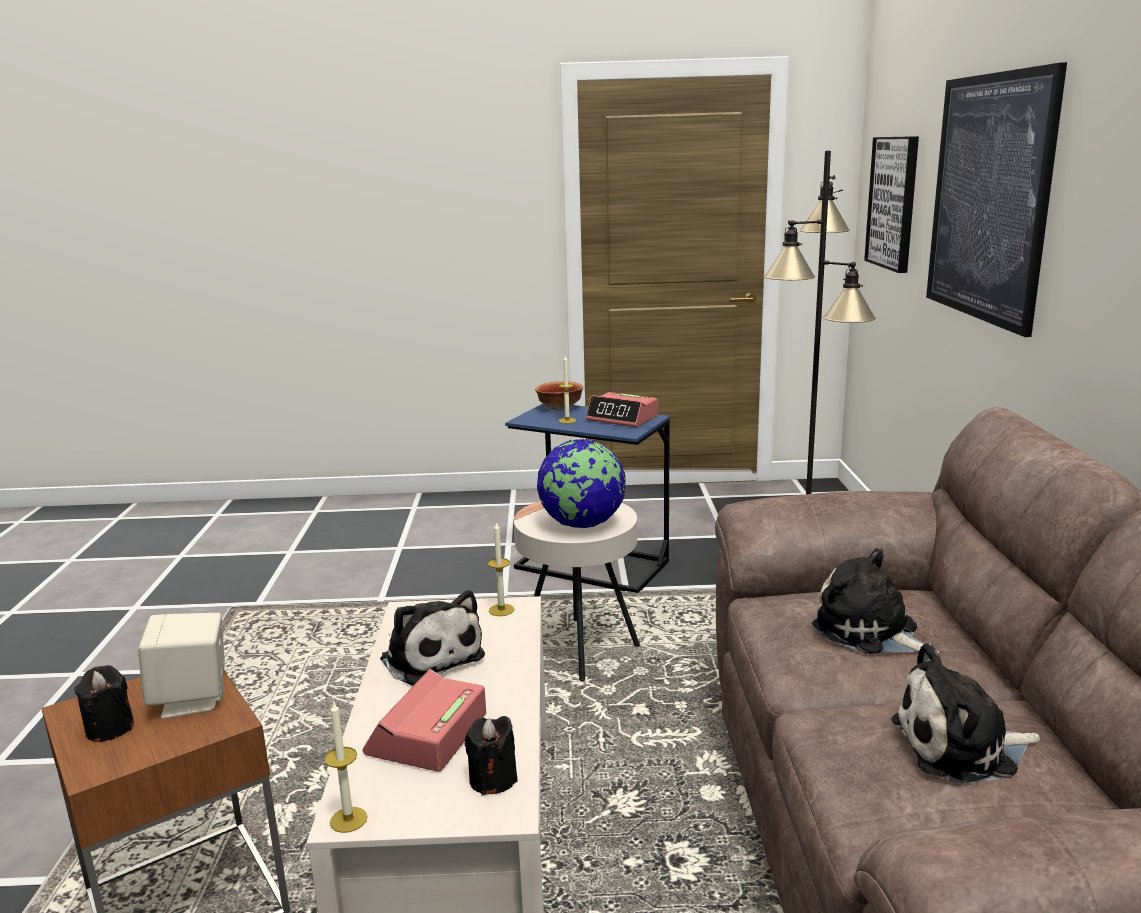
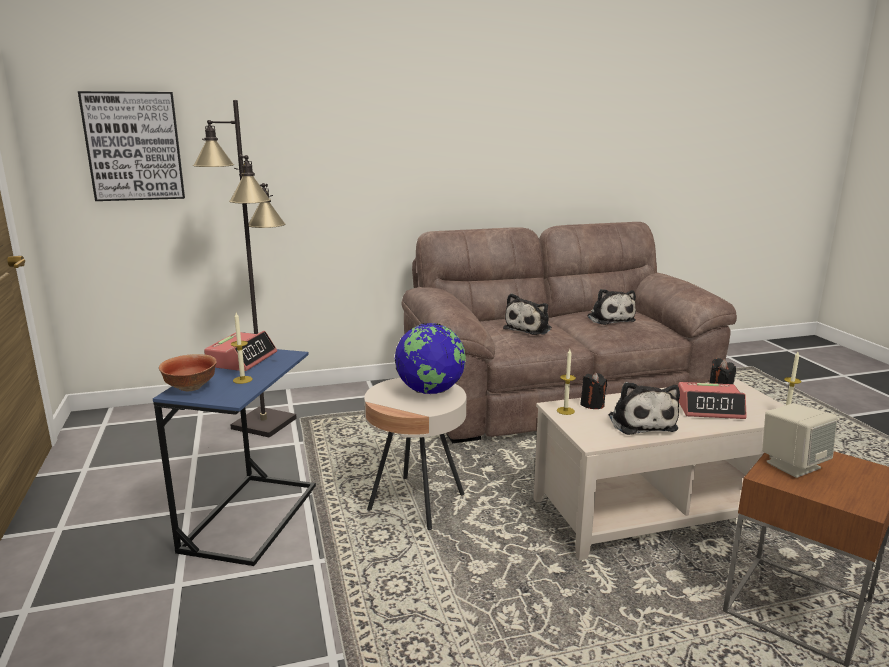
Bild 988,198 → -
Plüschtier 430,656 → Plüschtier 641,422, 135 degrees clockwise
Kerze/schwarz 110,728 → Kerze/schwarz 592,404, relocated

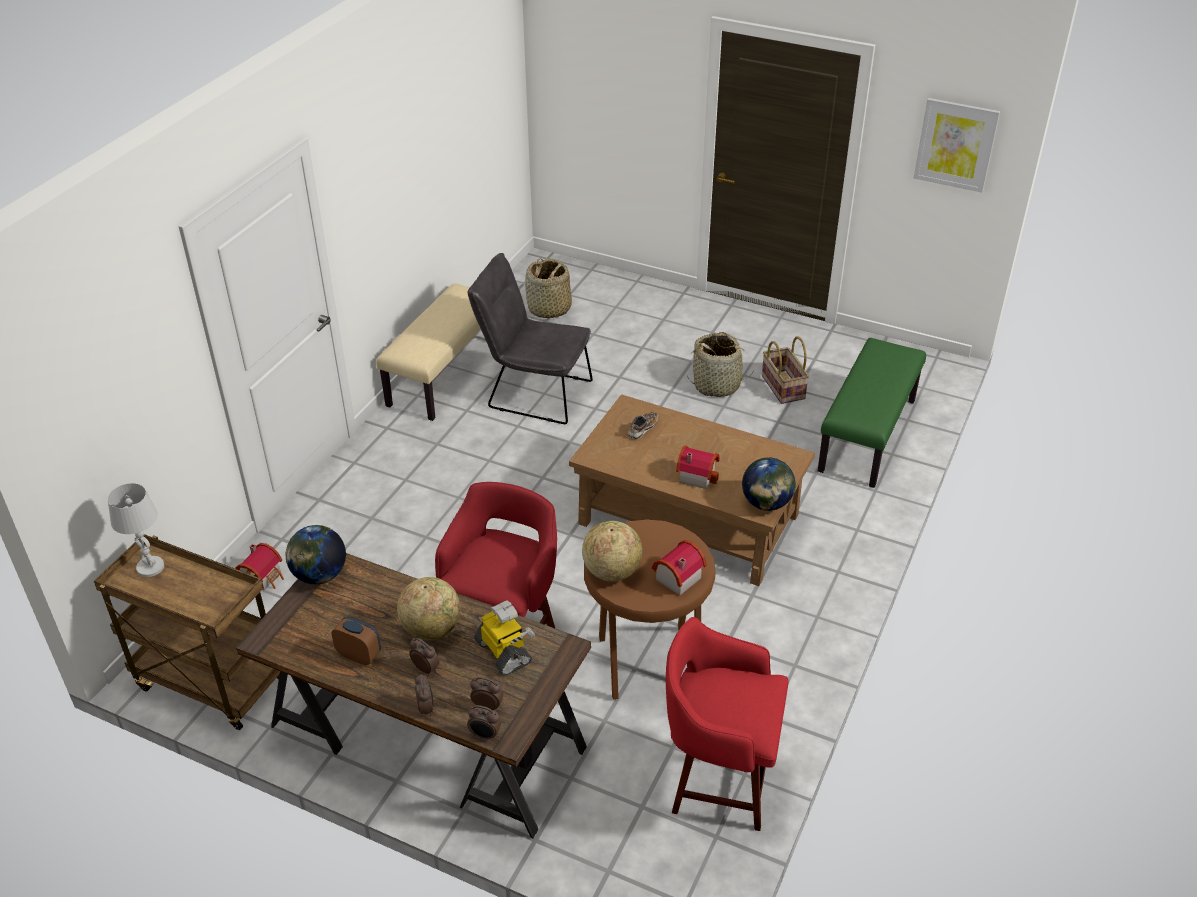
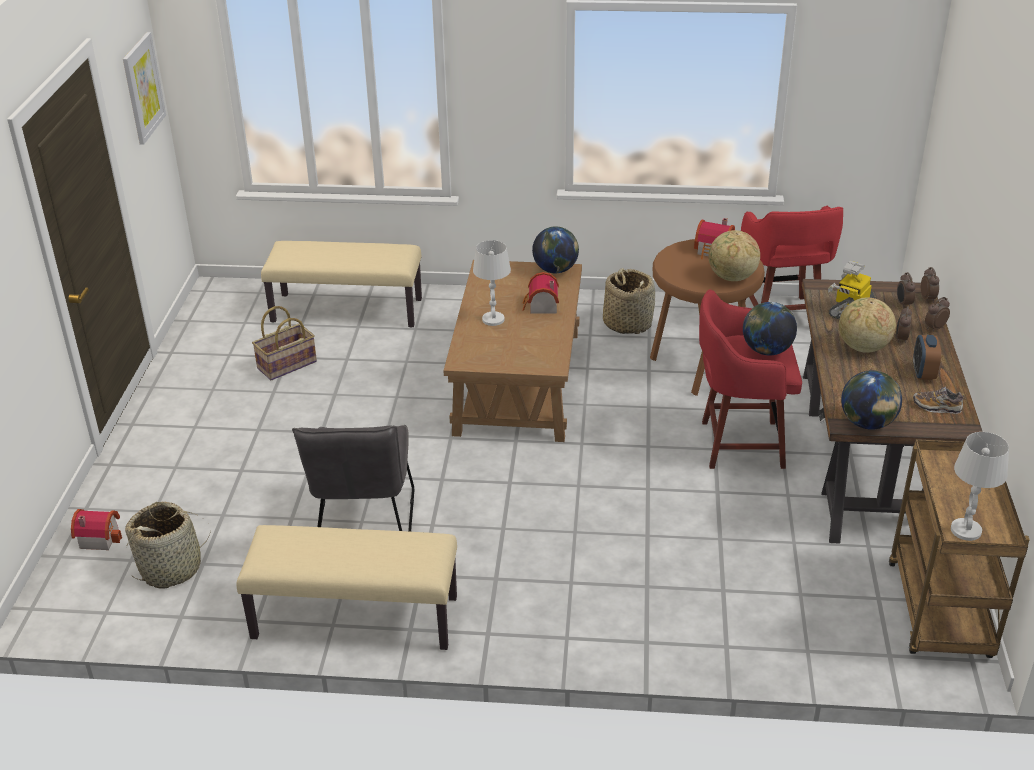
Korb 717,385 → Korb 627,323, relocated
Bank/grün 868,436 → Bank/beige 347,310
Schuh 642,429 → Schuh 937,407, relocated
Spielzeughaus 264,577 → Spielzeughaus 99,537, relocated
- → Tischlampe/weiß 493,319
- → Globus 766,351

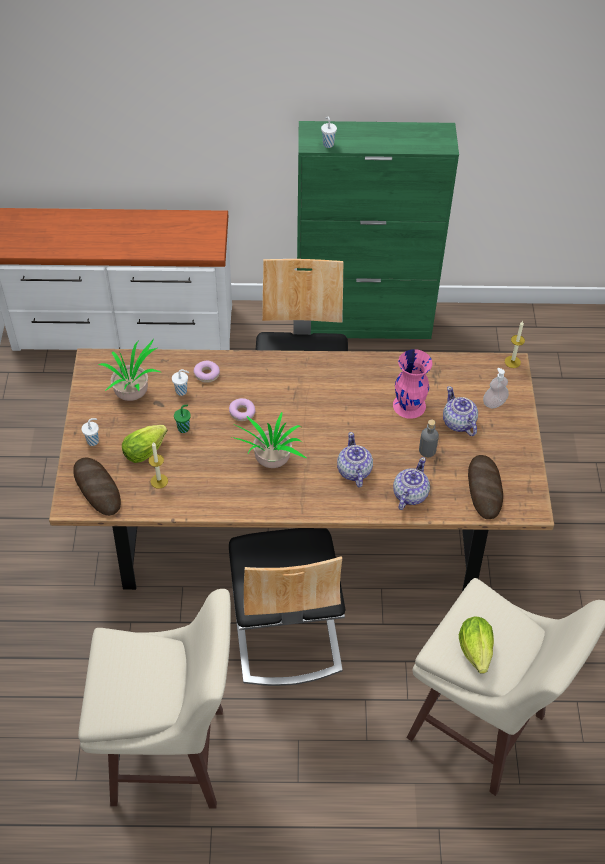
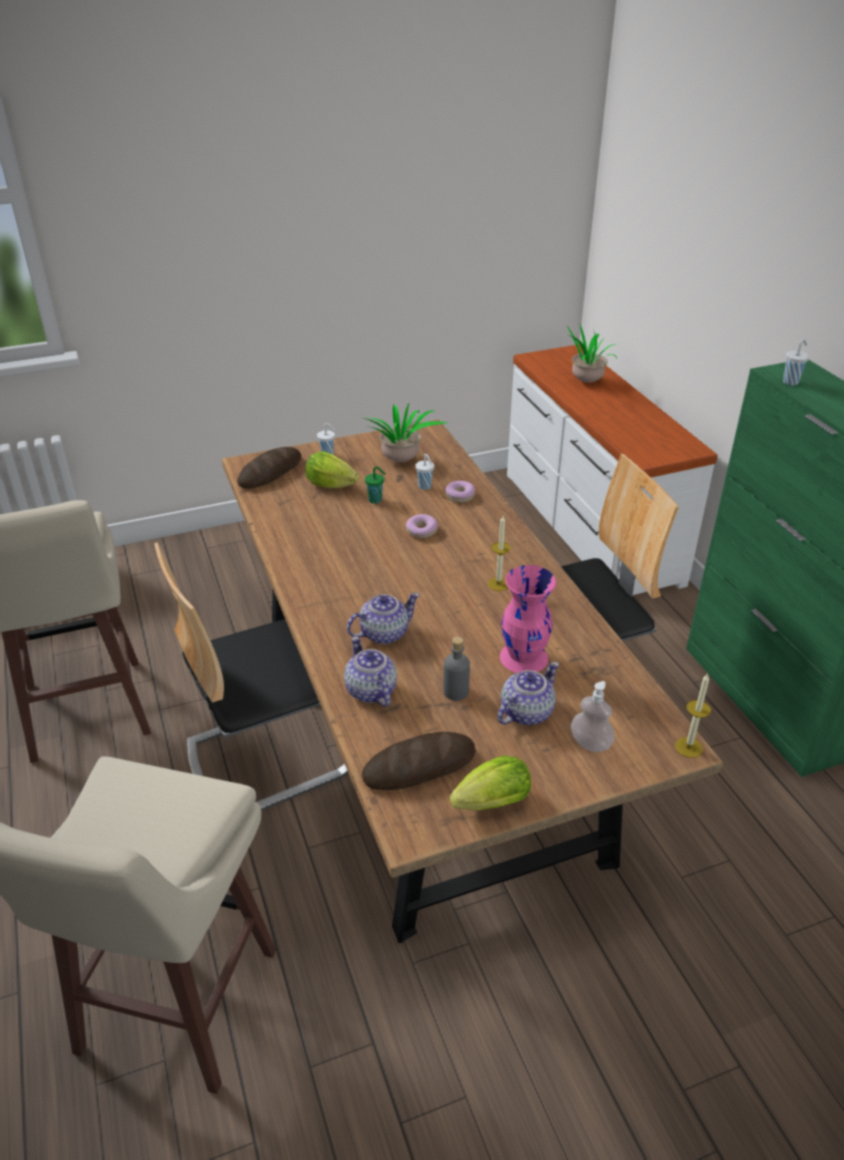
Topfpflanze 271,463 → Topfpflanze 584,381, relocated
Kerze 159,481 → Kerze 498,584, relocated
Teekanne 409,494 → Teekanne 370,691, 120 degrees counterclockwise
Salatkopf 476,653 → Salatkopf 488,804, relocated

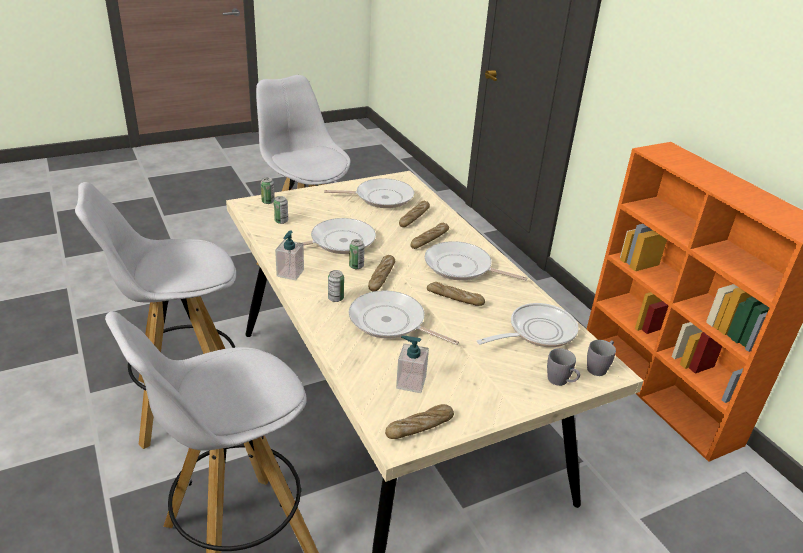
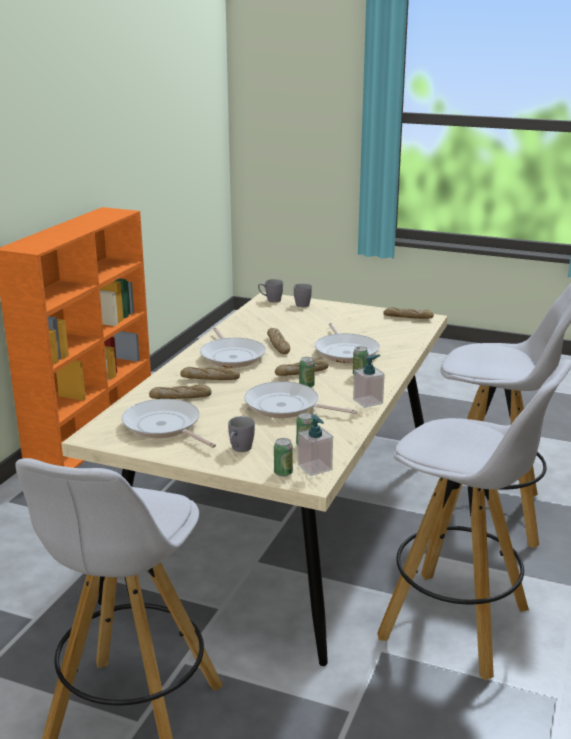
Pfanne 537,332 → -
Seifenspender 411,382 → Seifenspender 315,467, relocated
- → Henkelbecher/grau 239,449

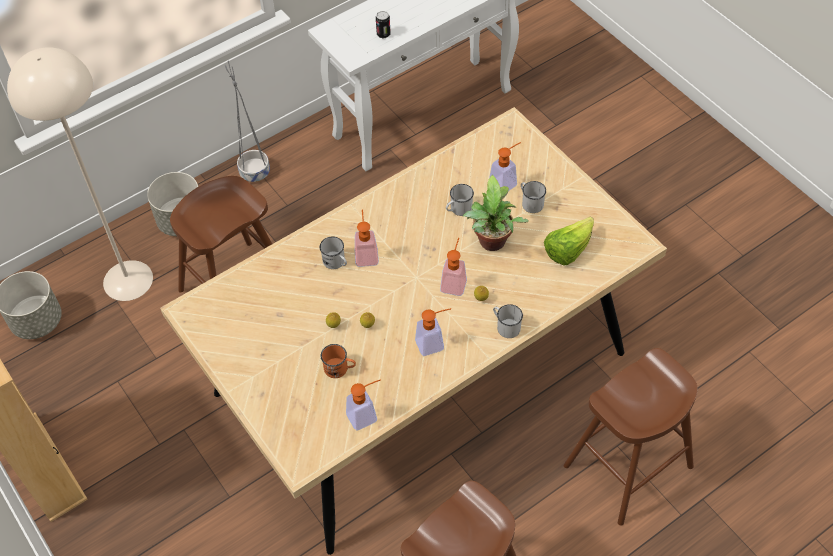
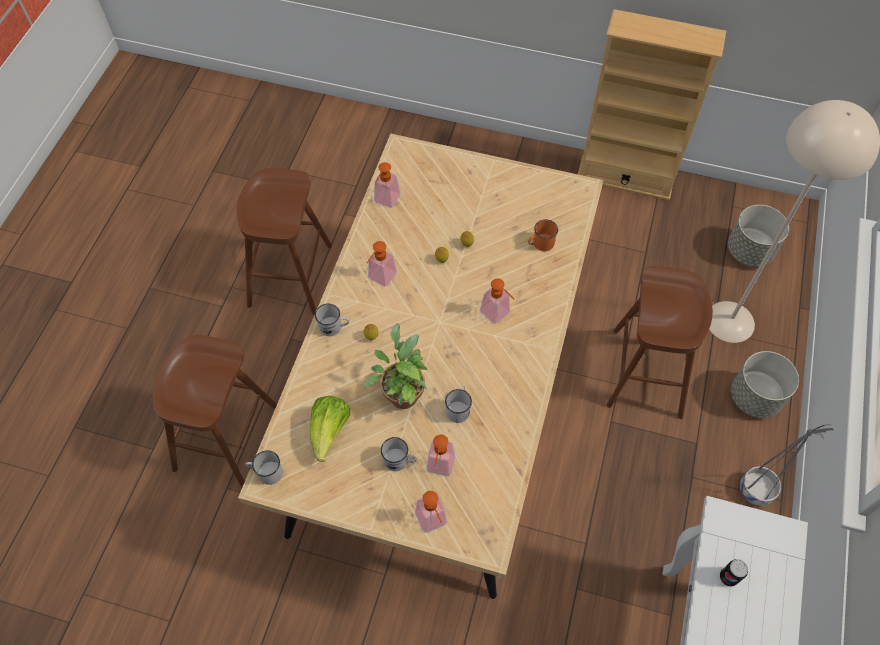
Henkelbecher/weiß 336,263 → Henkelbecher/weiß 266,472, relocated
Seifenspender 454,282 → Seifenspender 433,523, relocated
Henkelbecher/orange 339,369 → Henkelbecher/orange 540,244, relocated

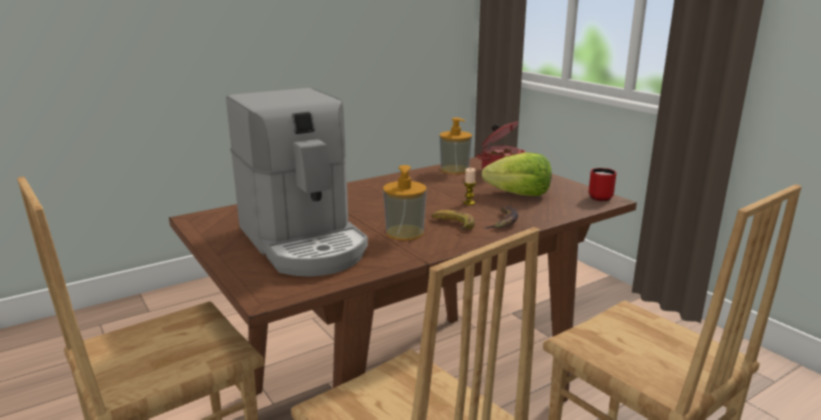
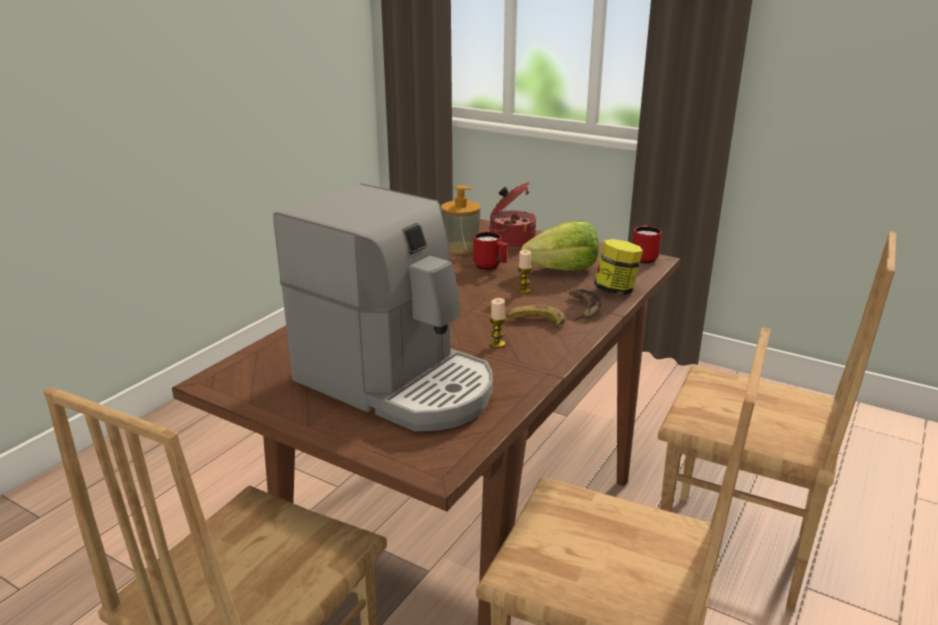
Seifenspender 405,232 → Kerze 497,344
- → Henkelbecher/rot 490,267
- → Vorratsglas 615,290

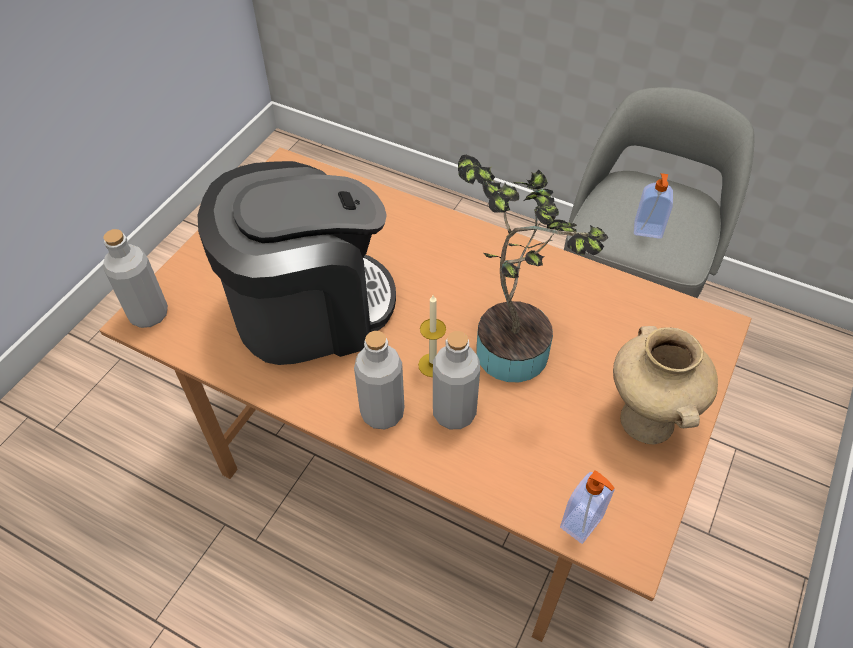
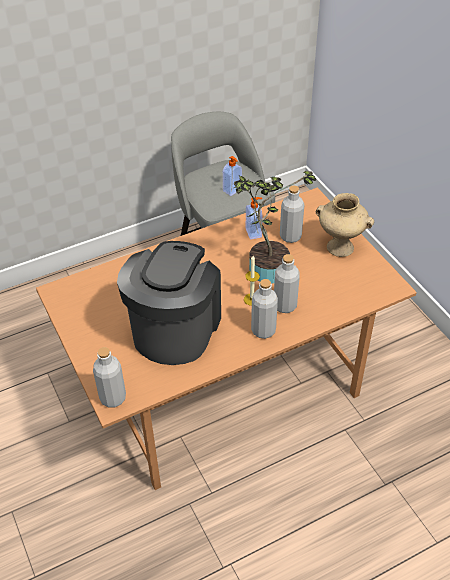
Seifenspender 582,523 → Seifenspender 254,233, relocated
- → Flasche/grau 290,236

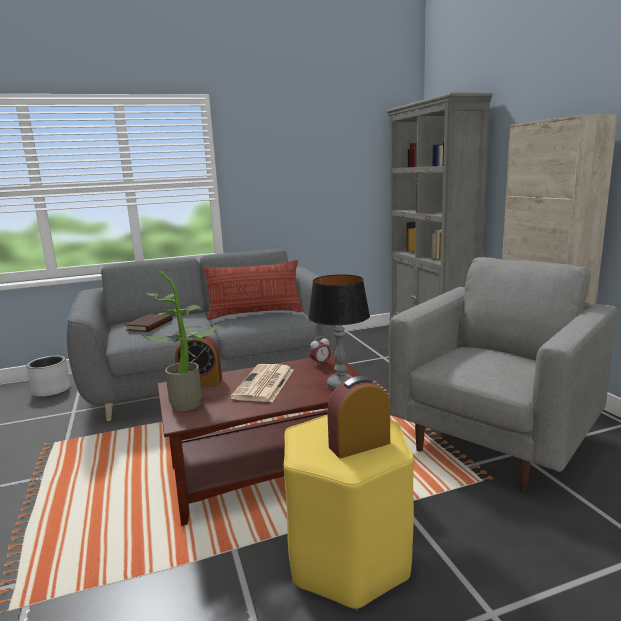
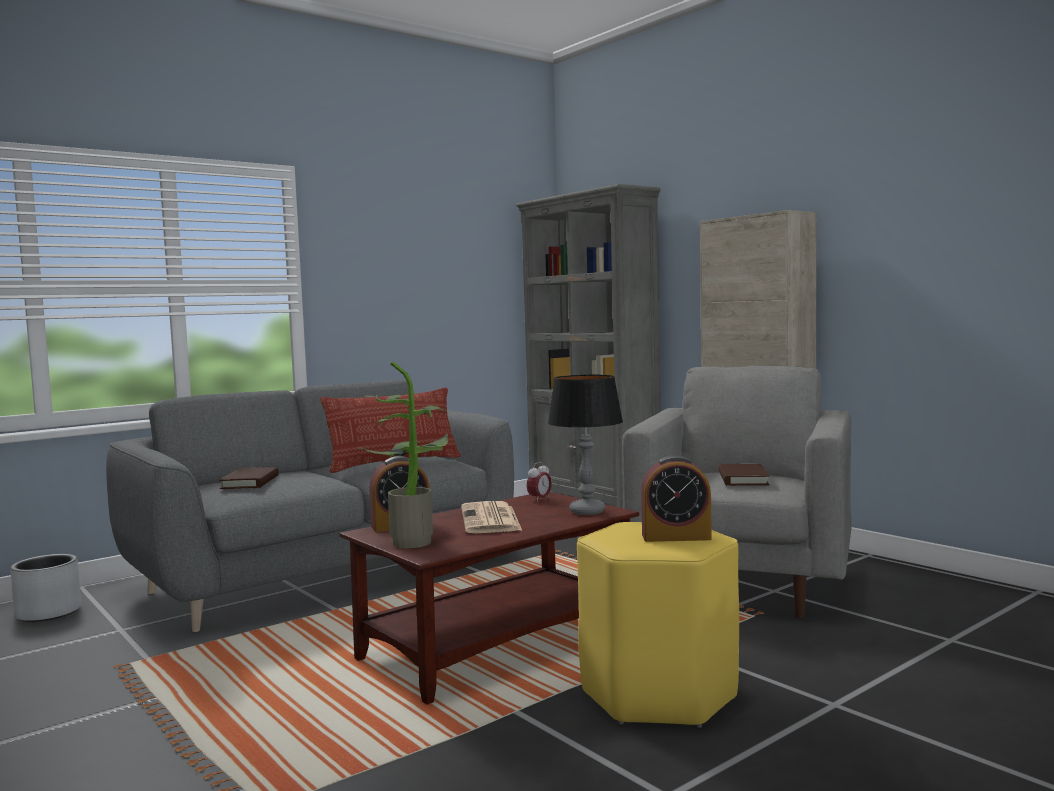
Wecker 359,445 → Wecker 676,537, 135 degrees counterclockwise
- → Buch/braun 742,479

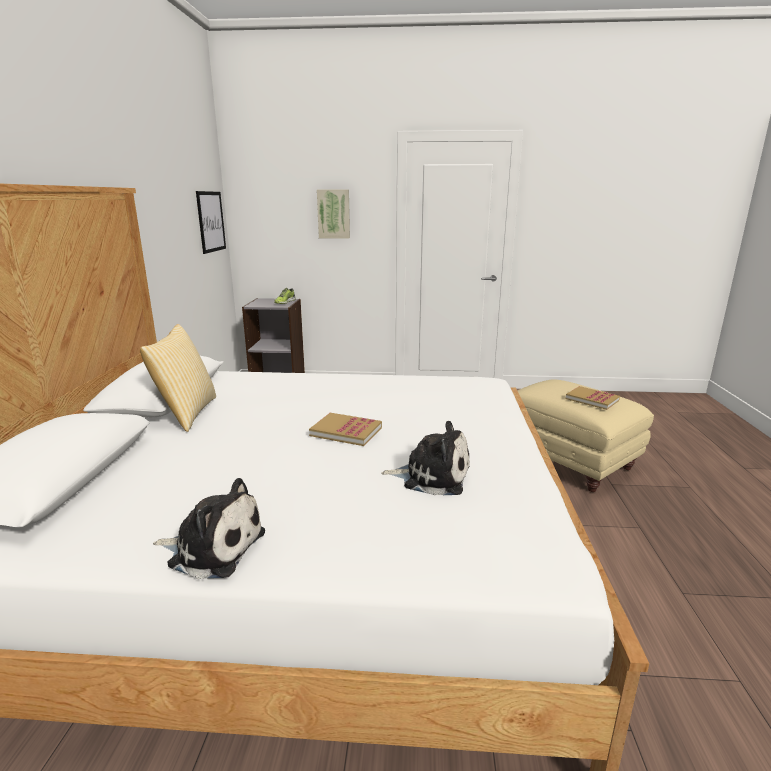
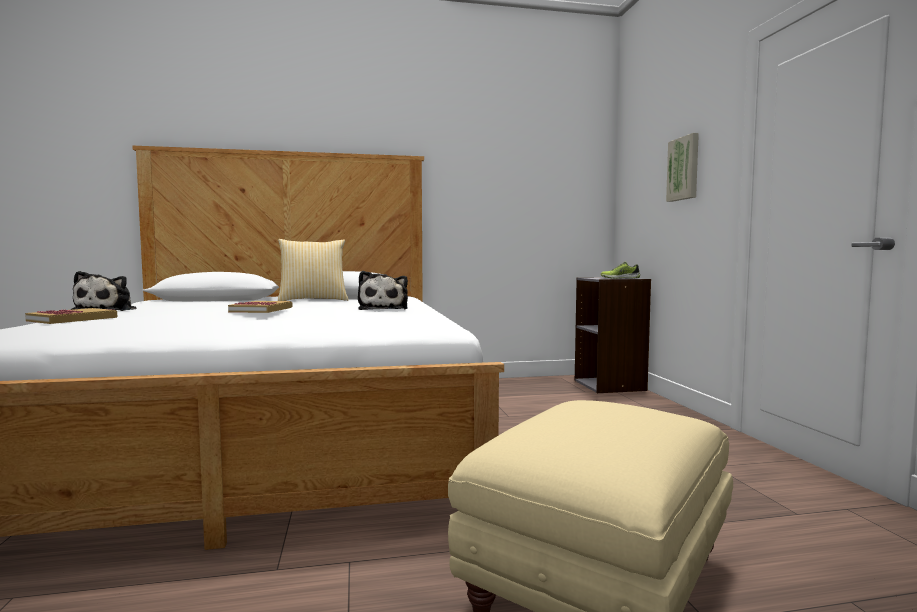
Bild 211,221 → -
Buch 592,399 → Buch 73,319, relocated
Plüschtier 432,476 → Plüschtier 384,309, relocated

